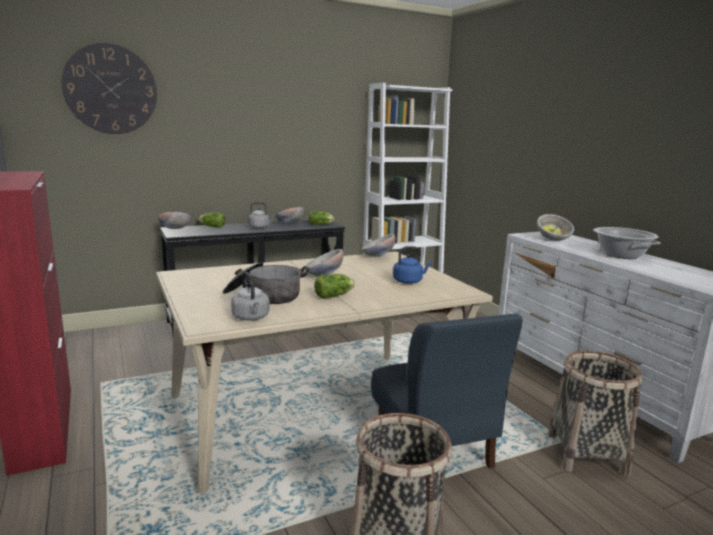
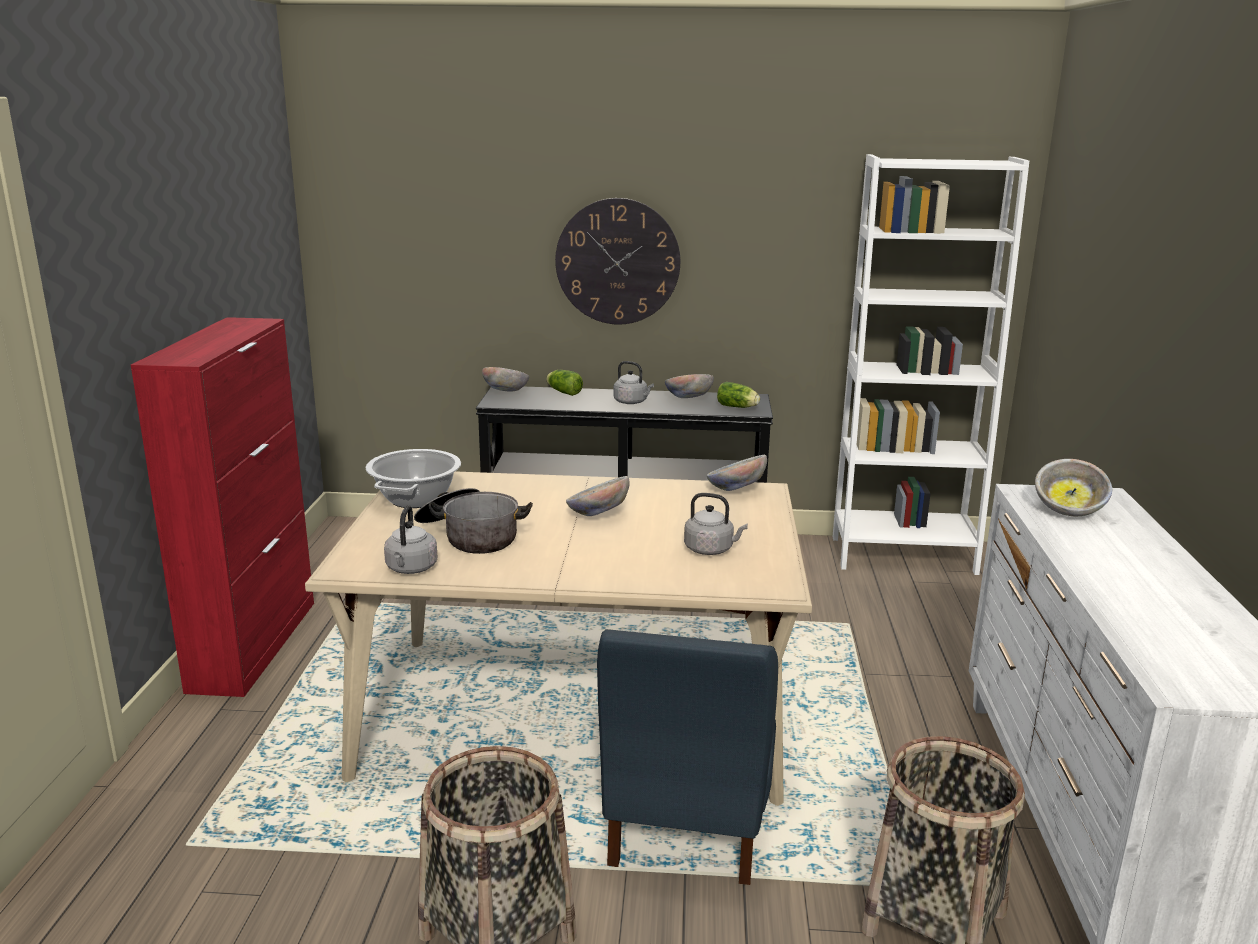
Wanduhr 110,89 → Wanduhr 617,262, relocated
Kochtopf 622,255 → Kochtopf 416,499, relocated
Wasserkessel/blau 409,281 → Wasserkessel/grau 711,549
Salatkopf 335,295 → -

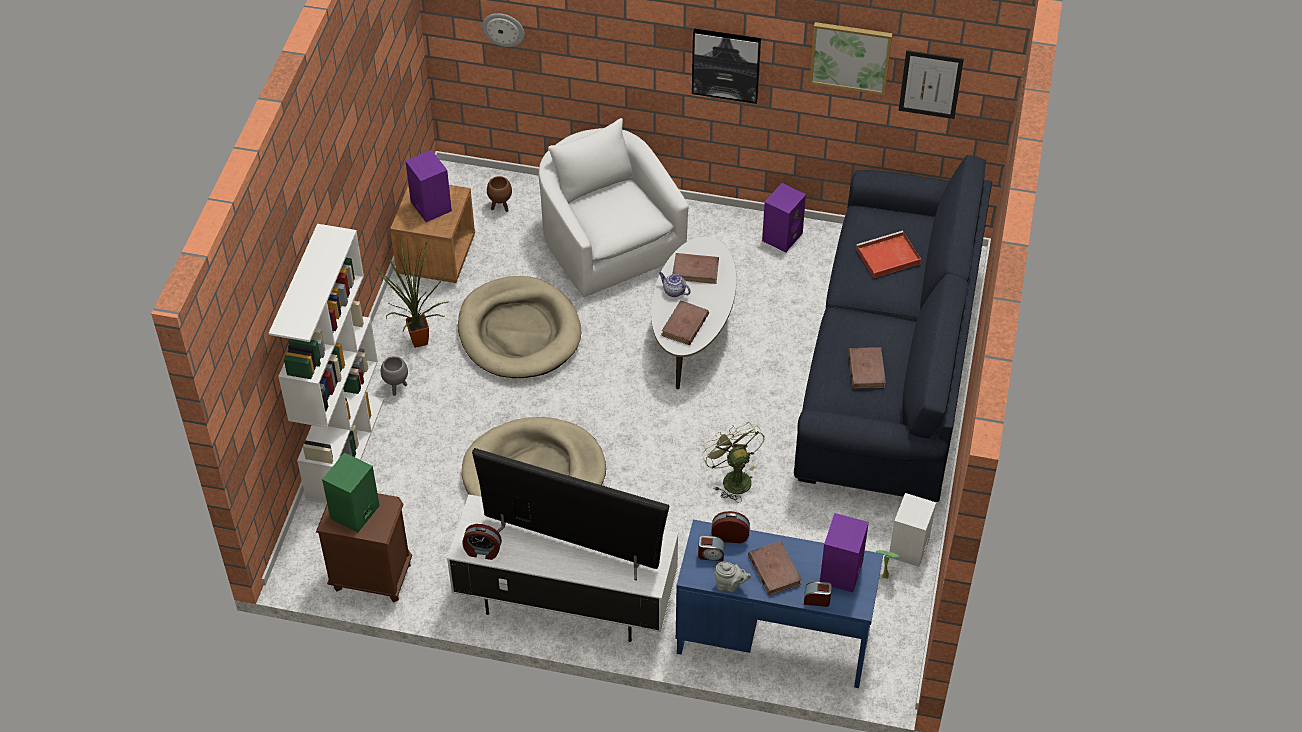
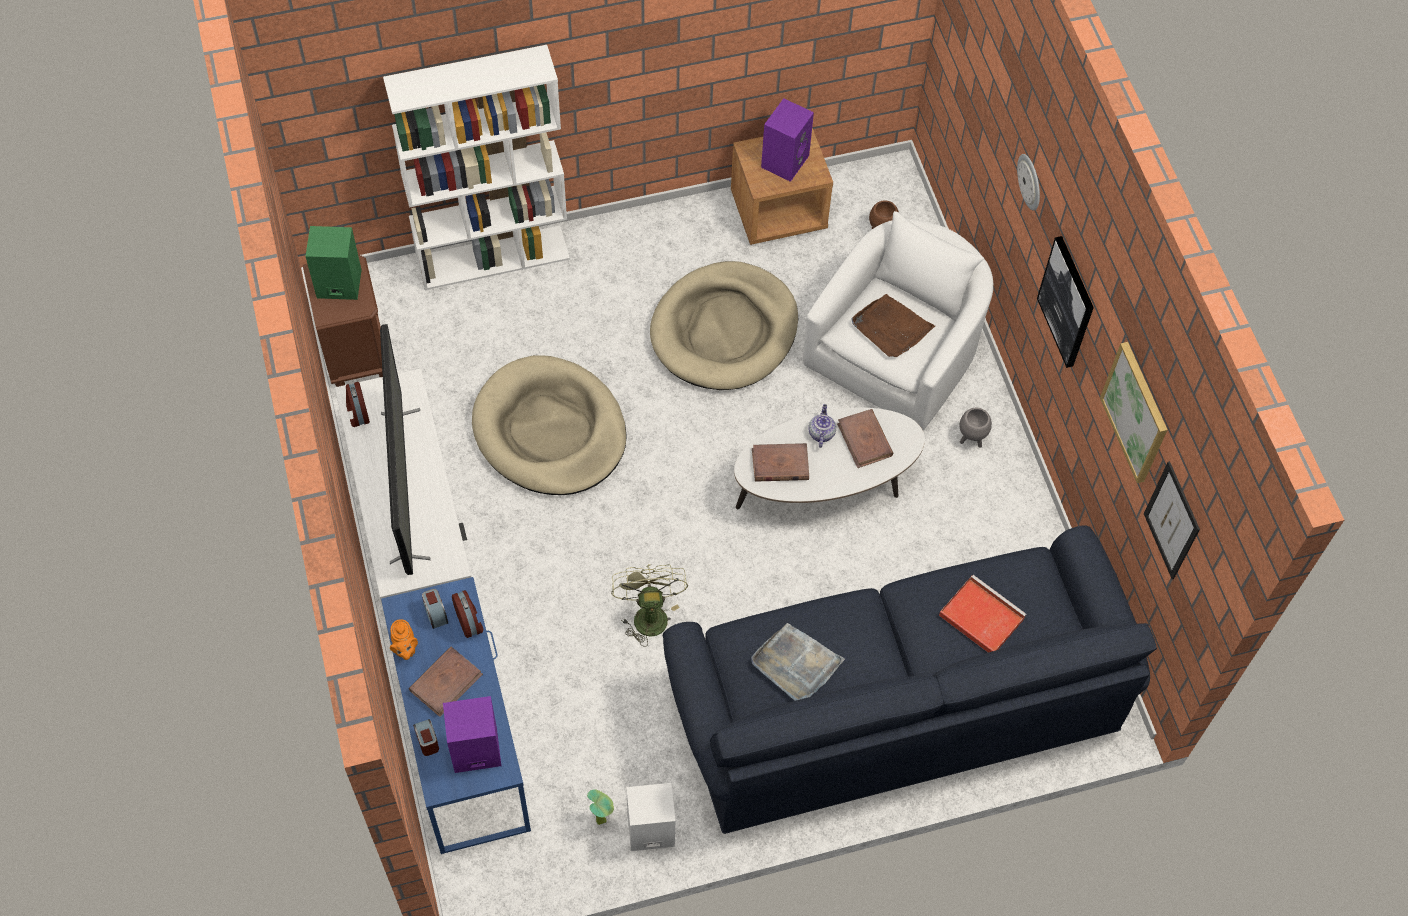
Wanduhr 503,29 → Wanduhr 1030,181, relocated
Lautsprecher/lila 782,236 → -
Topfpflanze 416,342 → -
Buch/braun 866,369 → Tablett/grau 796,664
Pflanzkübel/grau 396,388 → Pflanzkübel/grau 971,440, relocated
Ventilator/grün 732,478 → Ventilator/grün 648,613, 45 degrees counterclockwise
Teekanne/grau 730,585 → Teekanne/orange 405,648
- → Tablett/braun 891,328

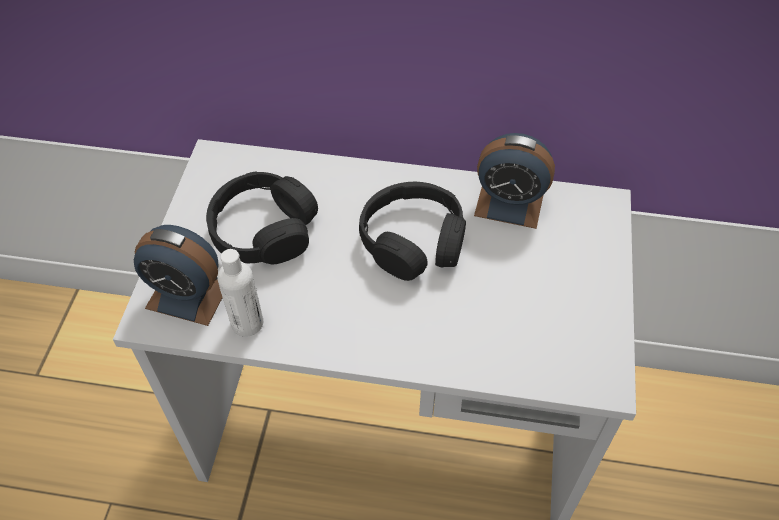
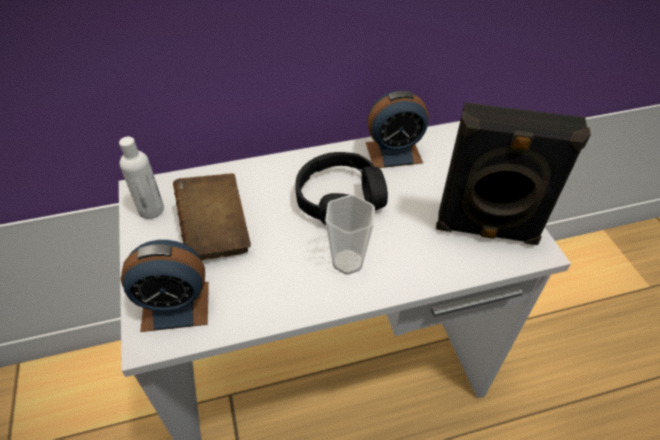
Kopfhörer/schwarz 264,230 → Buch/braun 215,231
Flasche/weiß 247,323 → Flasche/weiß 151,210, relocated
- → Lautsprecher/schwarz 486,231
- → Tasse 347,262

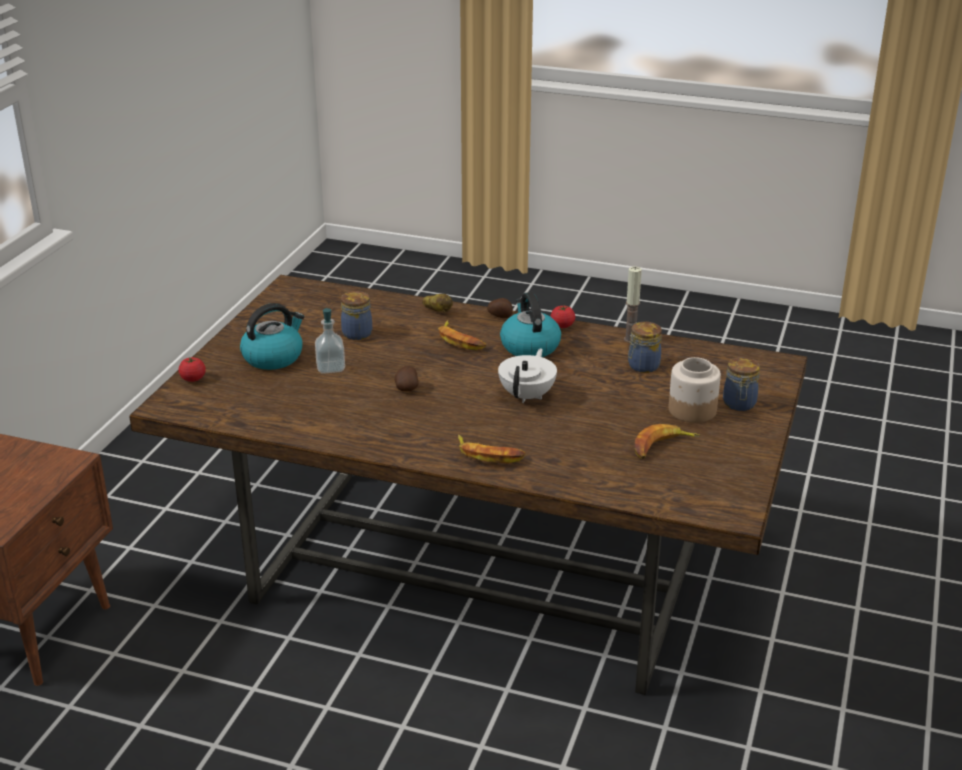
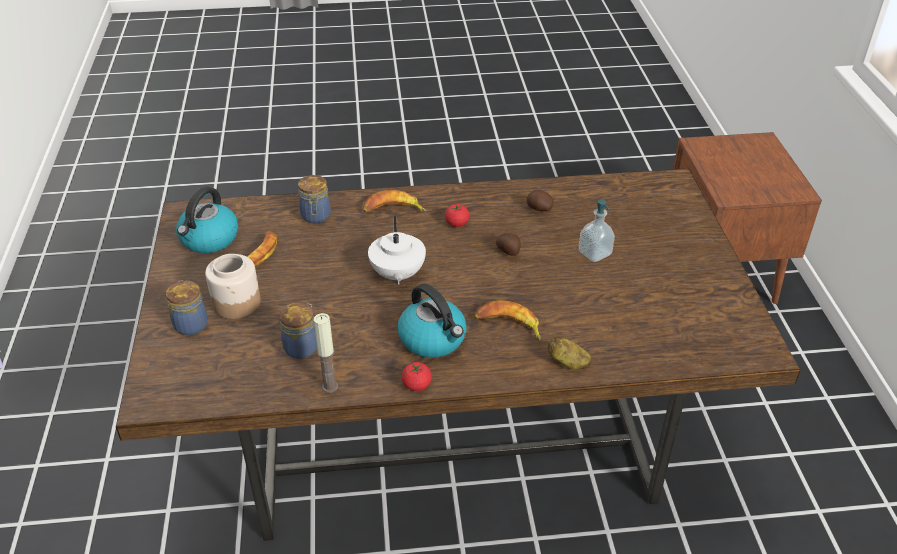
Vorratsglas 358,333 → Vorratsglas 316,216, relocated
Kartoffel 500,316 → Kartoffel 539,209, relocated
Wasserkessel 273,357 → Wasserkessel 209,239, relocated
Tomate 193,379 → Tomate 457,223, relocated

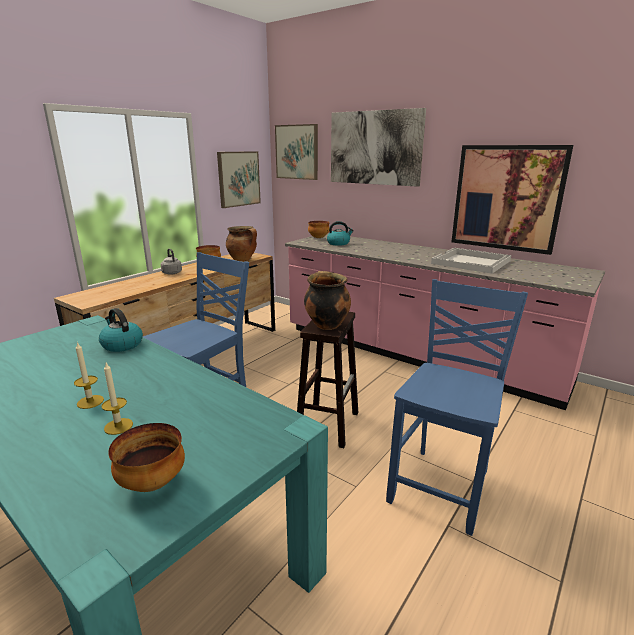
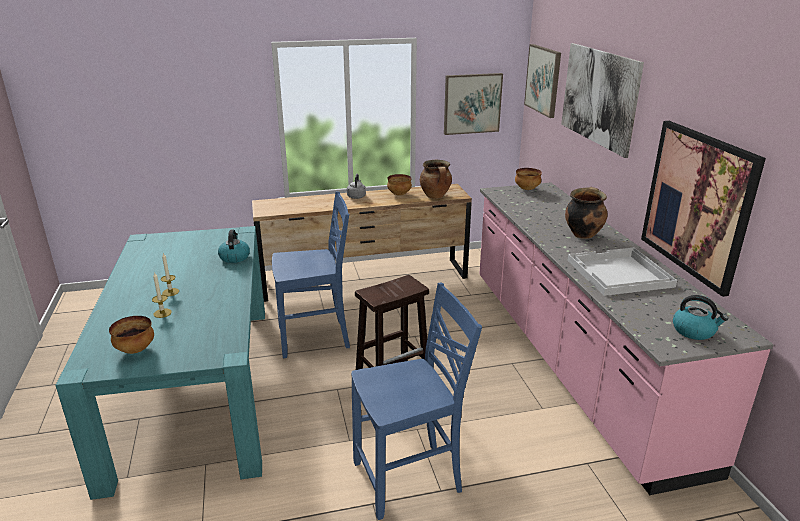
Wasserkessel 338,243 → Wasserkessel 694,331, relocated
Kochtopf 326,325 → Kochtopf 583,234, relocated

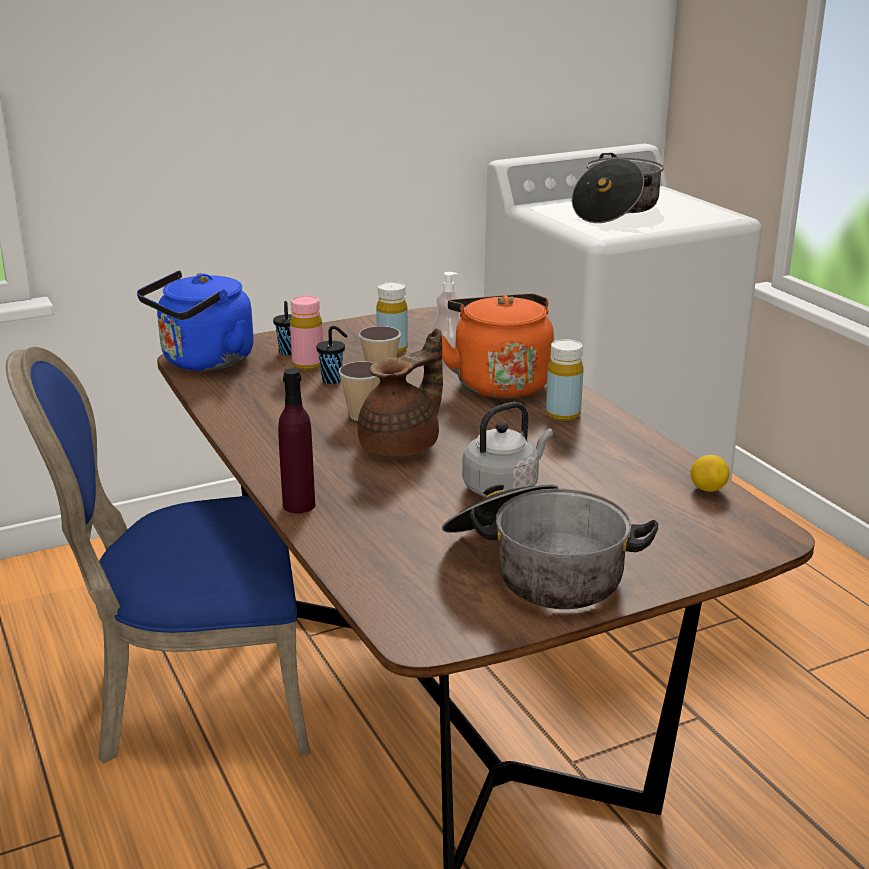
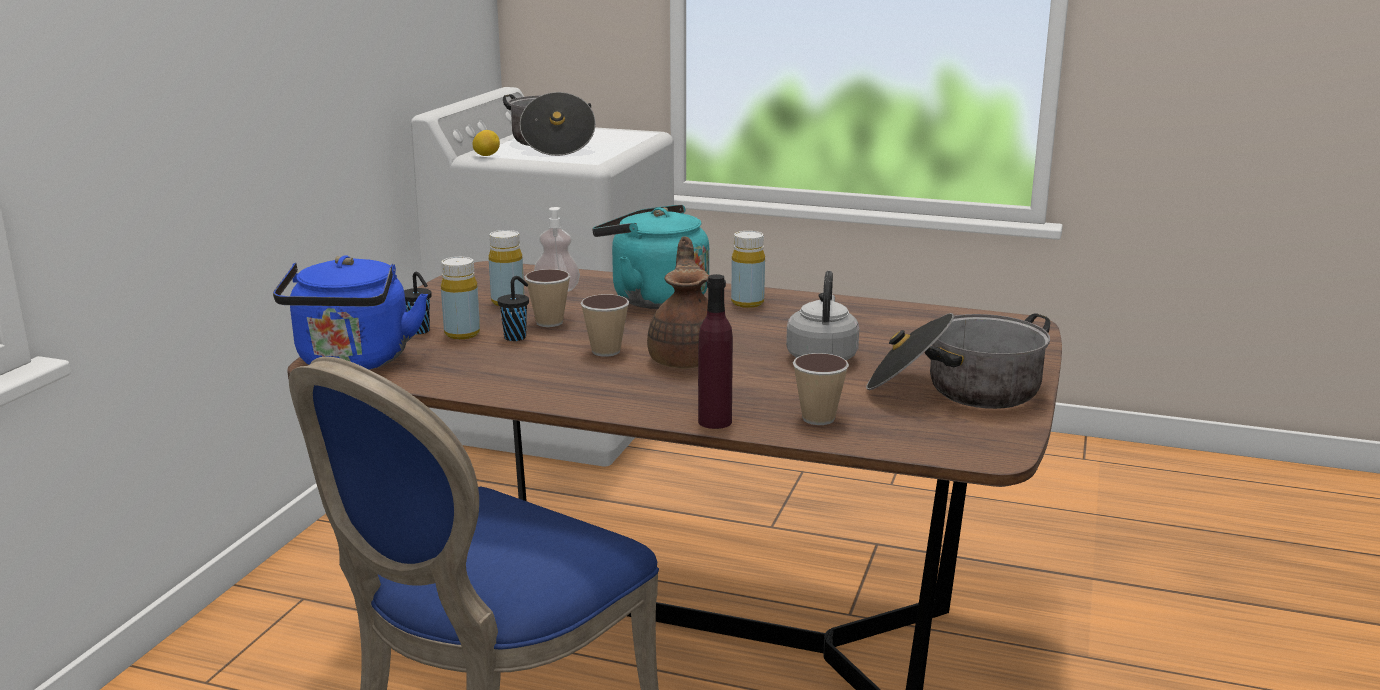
Wasserkessel/orange 499,383 → Wasserkessel/türkis 653,298
Flasche/rosa 308,364 → Flasche/gelb 462,334
Zitrone 707,489 → Zitrone 486,155, relocated
- → Tasse 818,418

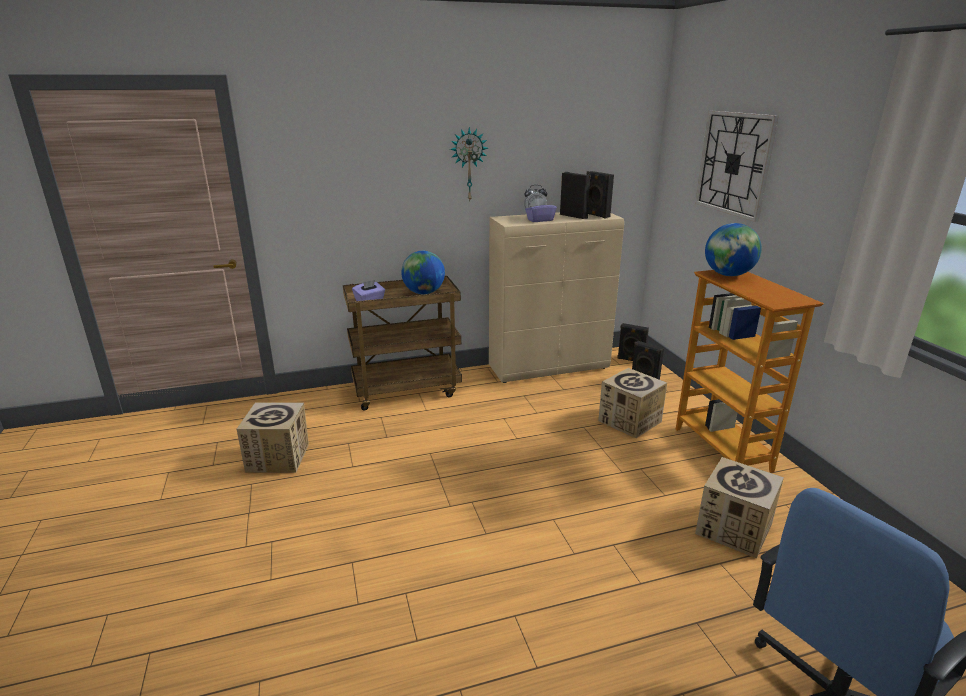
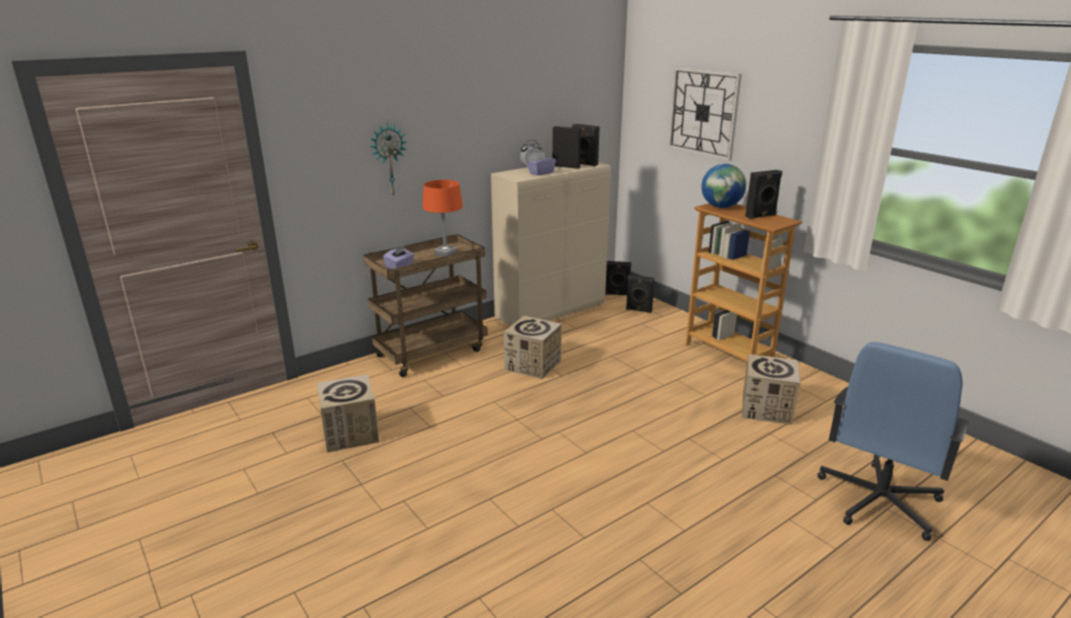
Wanduhr 468,165 → Wanduhr 388,160, relocated
Globus 424,293 → Tischlampe/orange 445,253
Karton 629,421 → Karton 533,365, relocated
- → Lautsprecher/schwarz 761,216

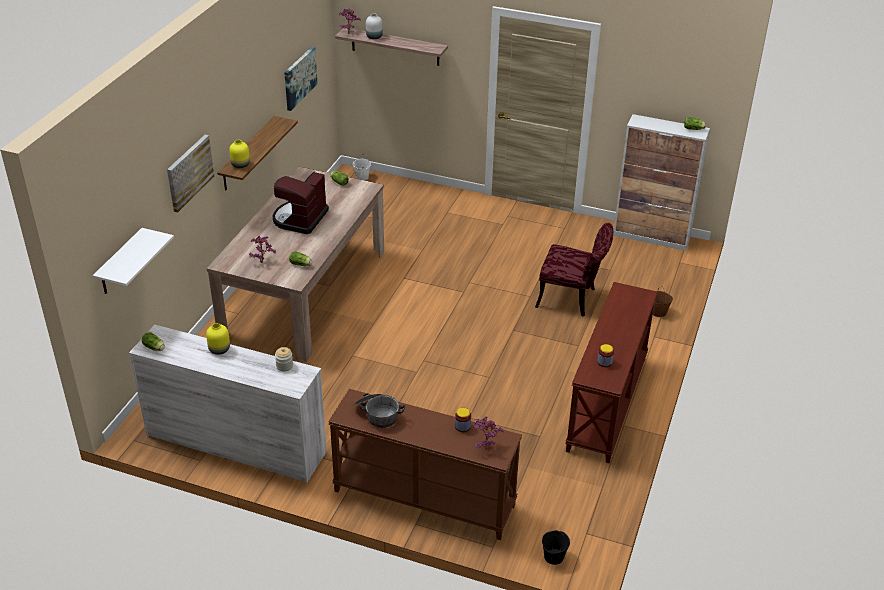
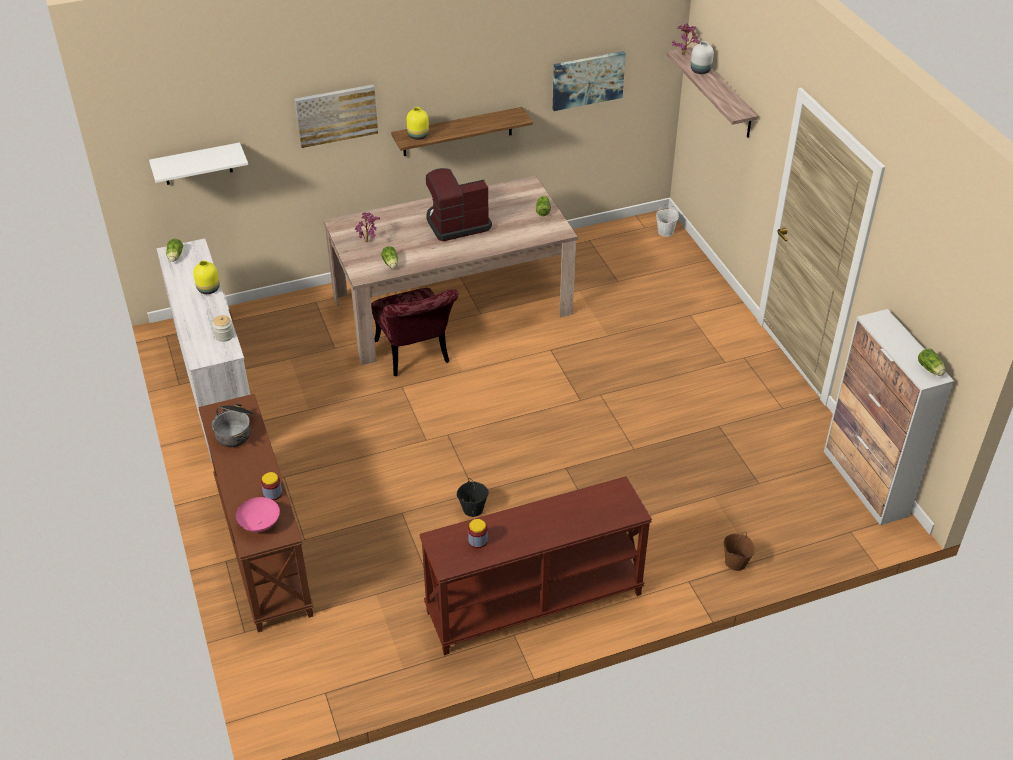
Stuhl/rot 572,299 → Stuhl/rot 415,356, relocated
Topfpflanze 485,446 → Schüssel/rosa 259,524
Eimer/schwarz 553,557 → Eimer/schwarz 472,509, relocated

